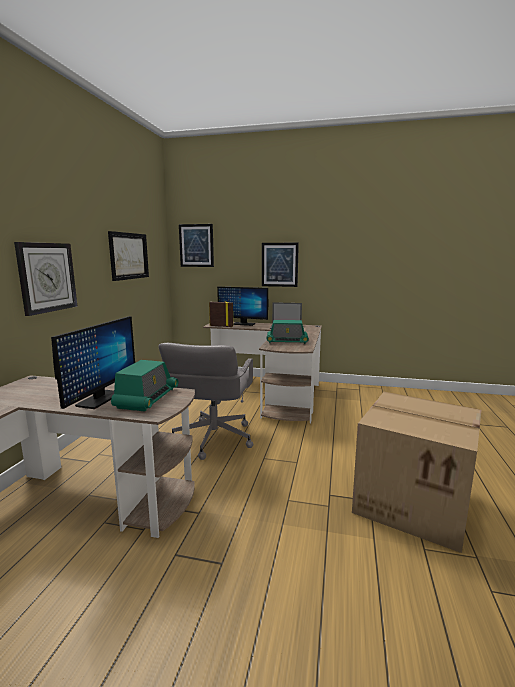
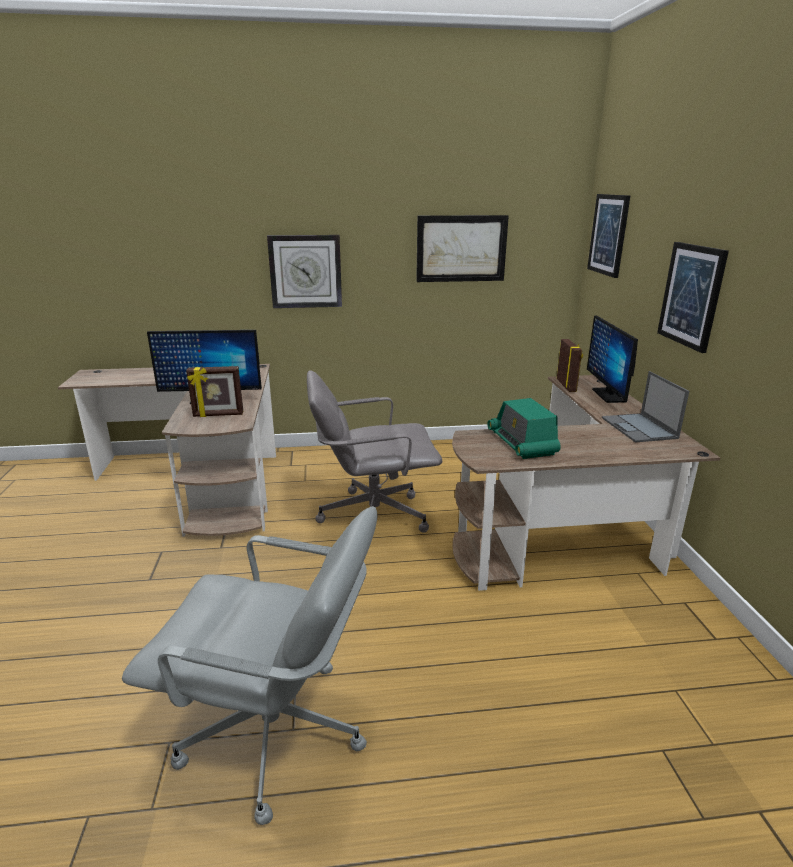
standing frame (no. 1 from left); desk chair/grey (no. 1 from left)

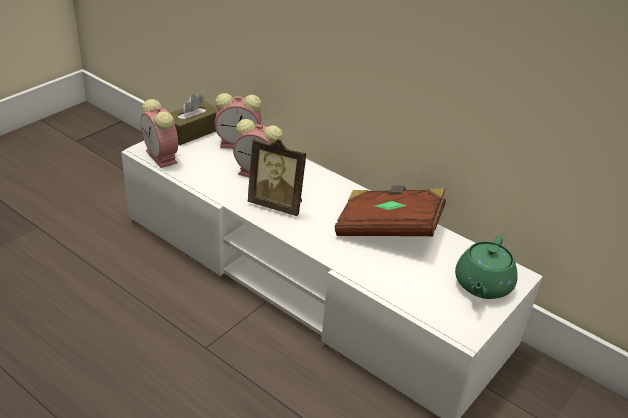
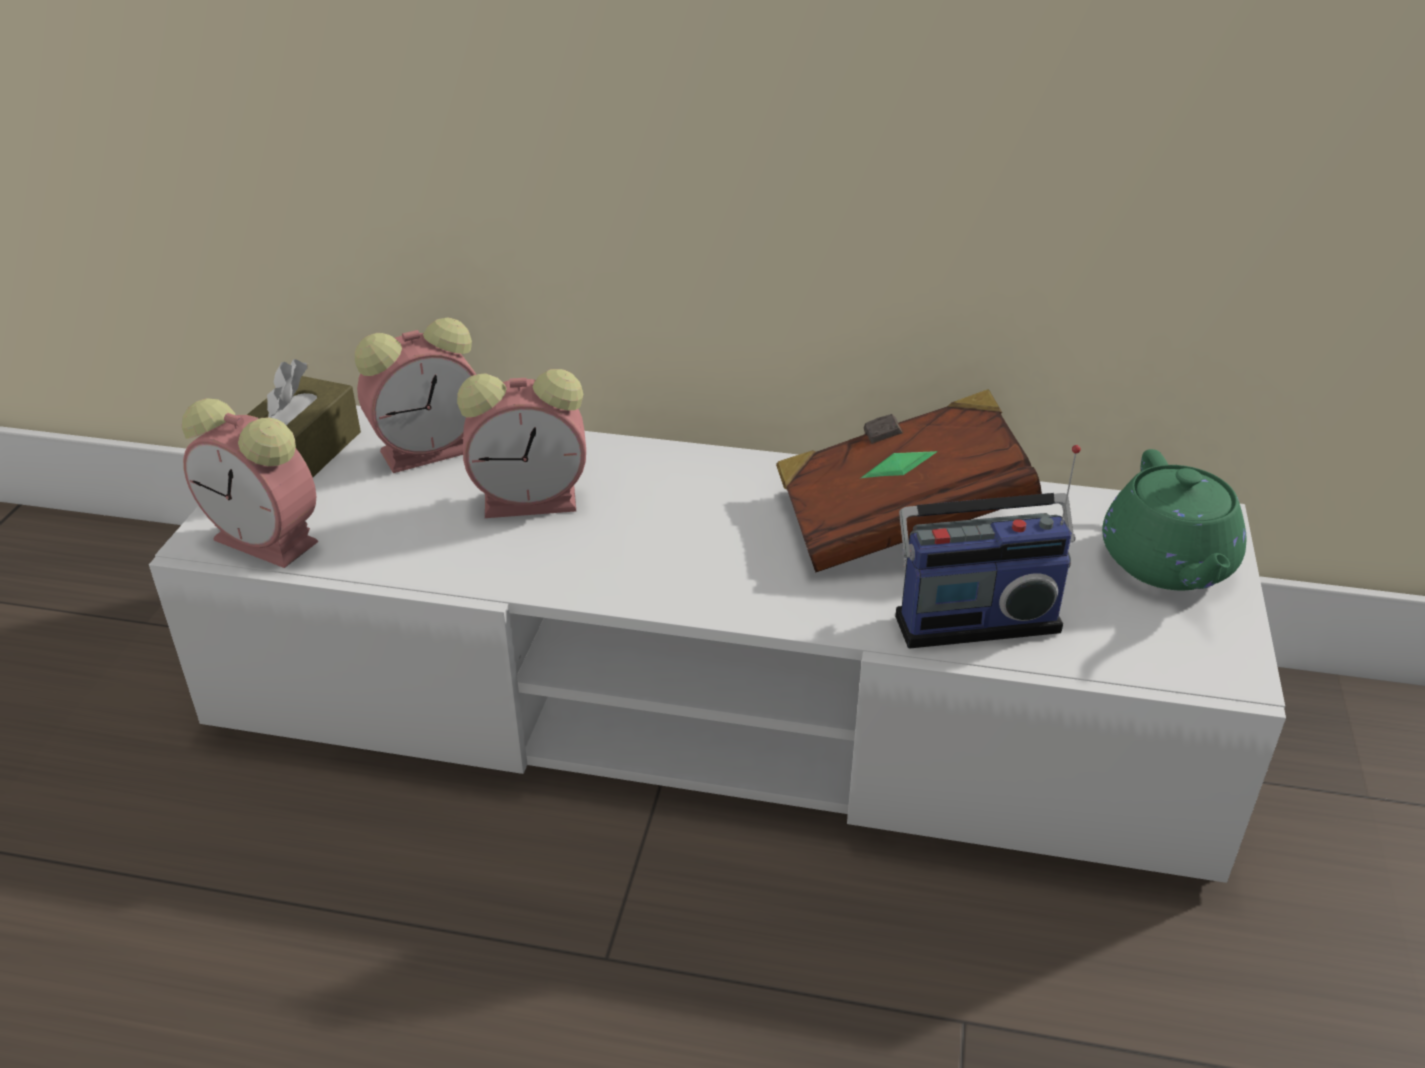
standing frame; radio

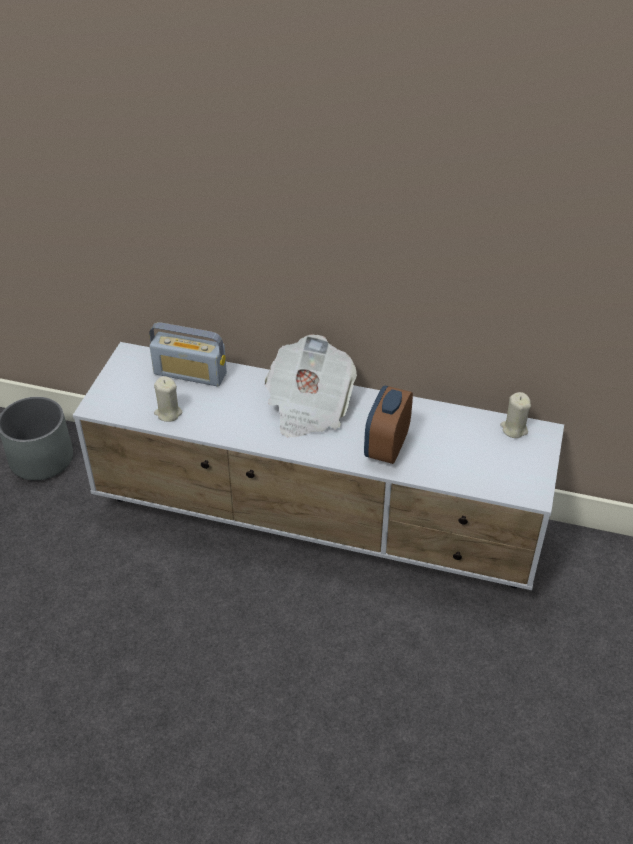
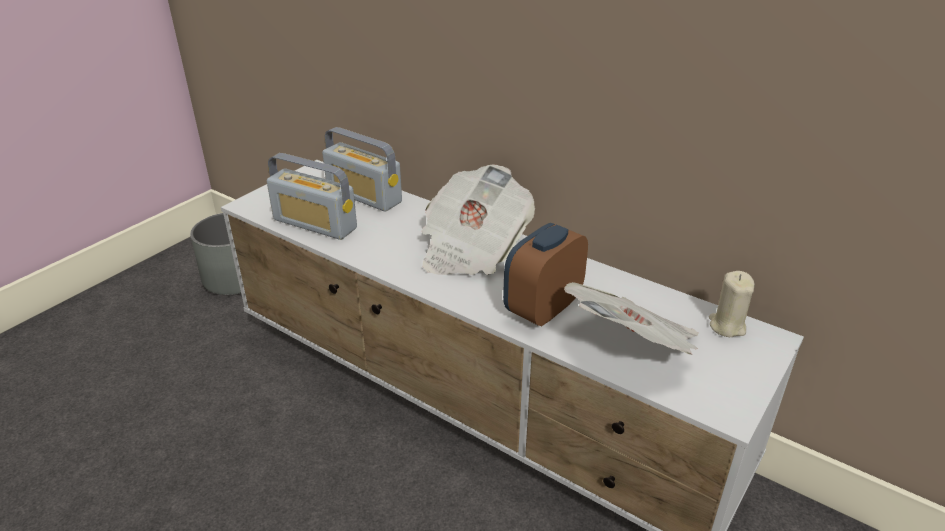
radio (no. 1 from left); printed paper (no. 2 from left)

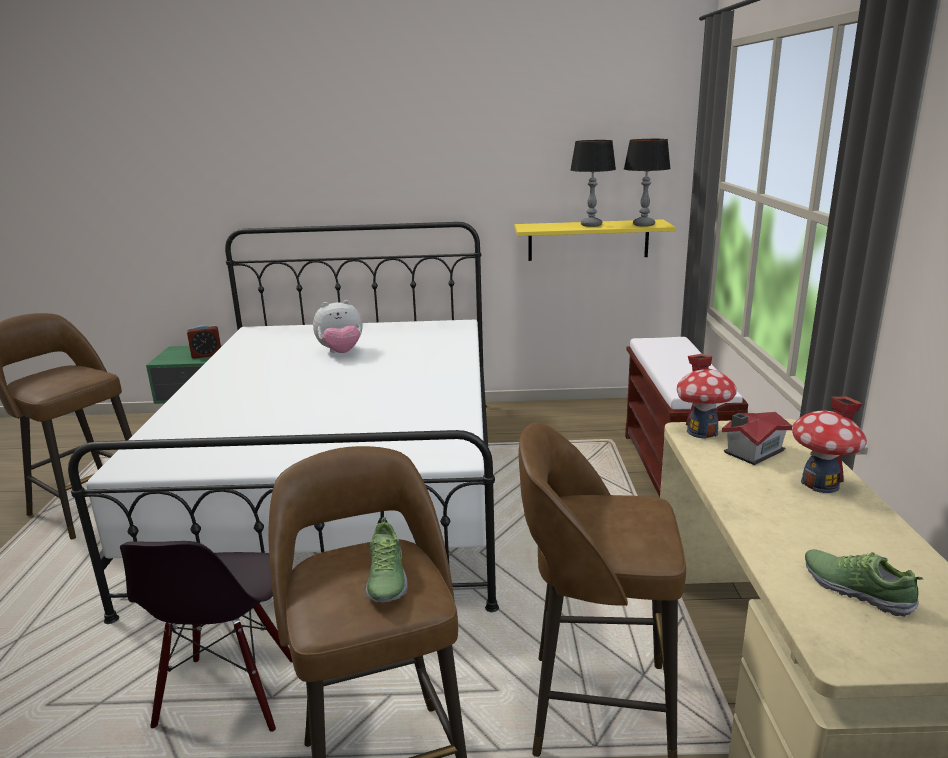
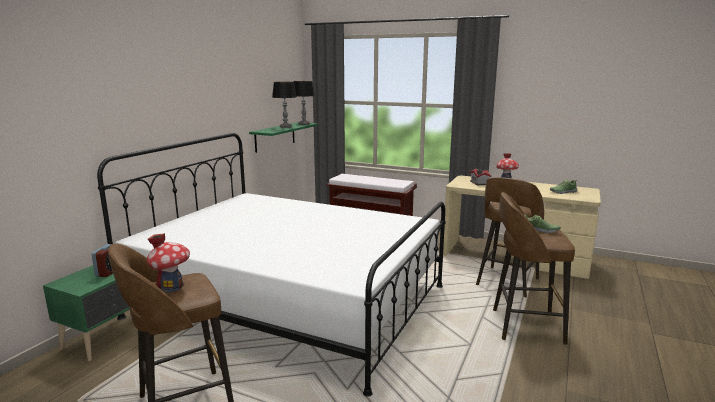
upright chair/black; plush toy; wall shelf/green-coloured; miniature house (no. 1 from left)

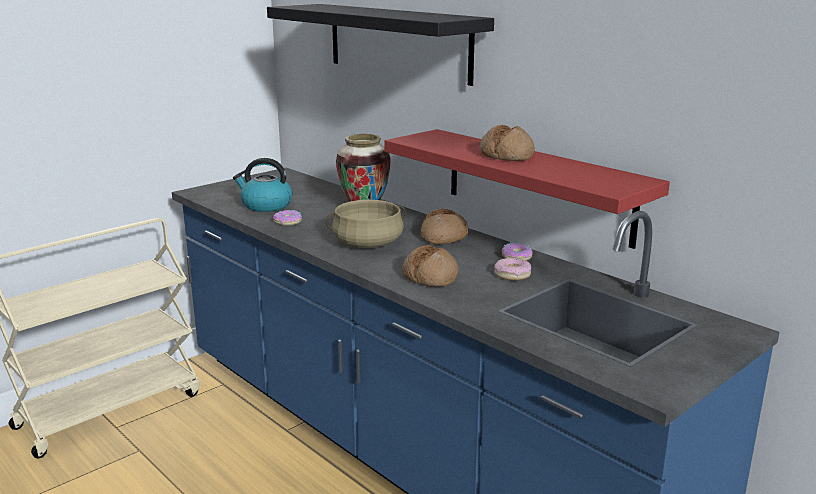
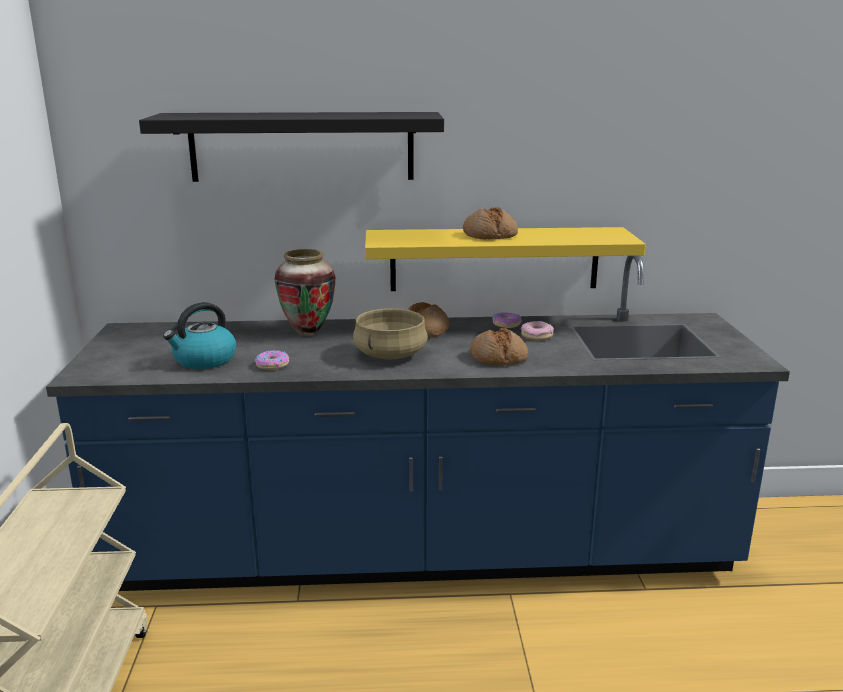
wall shelf/yellow

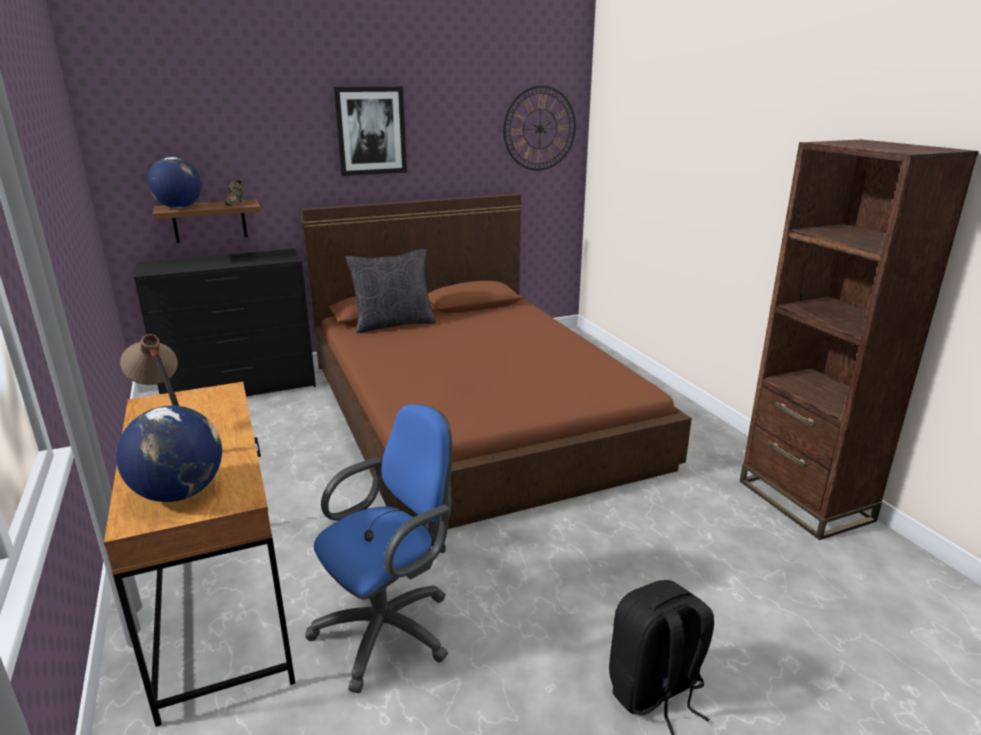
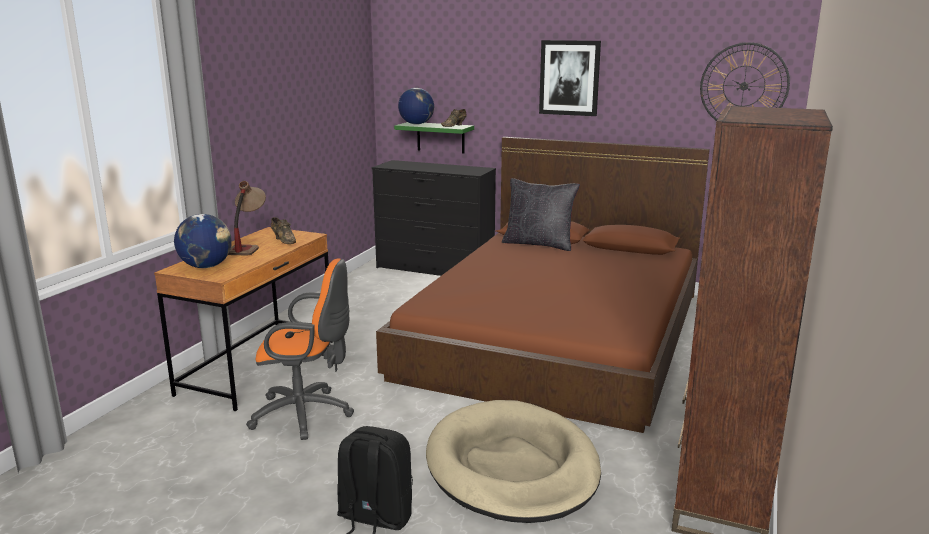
wall shelf/green-coloured; desk chair/orange-coloured; low shoe/brown (no. 1 from left); dog bed/beige

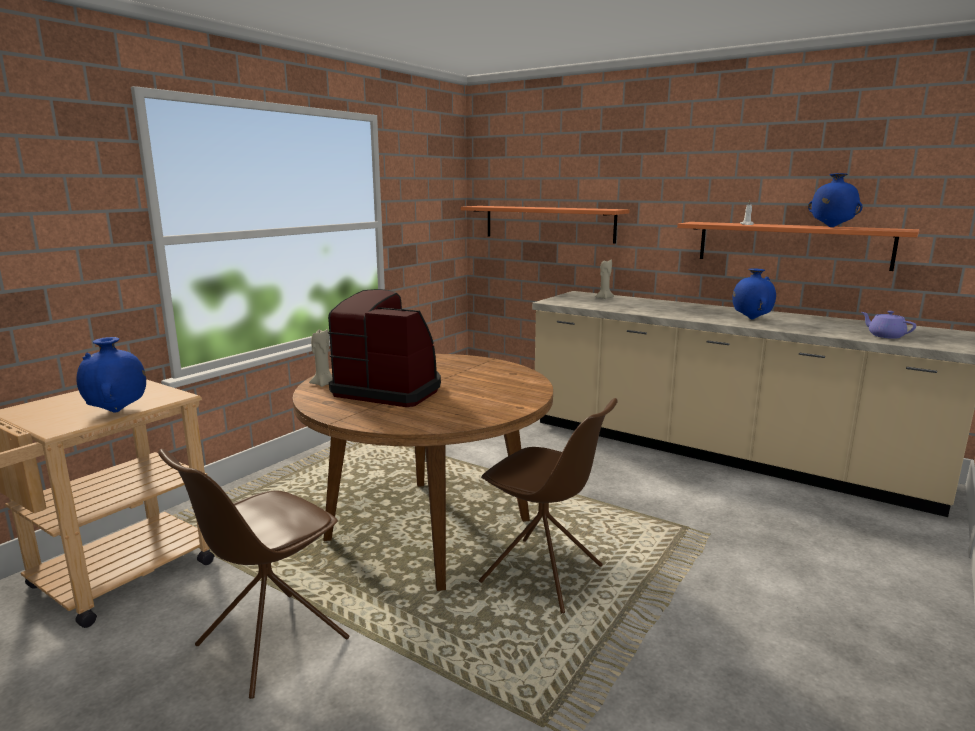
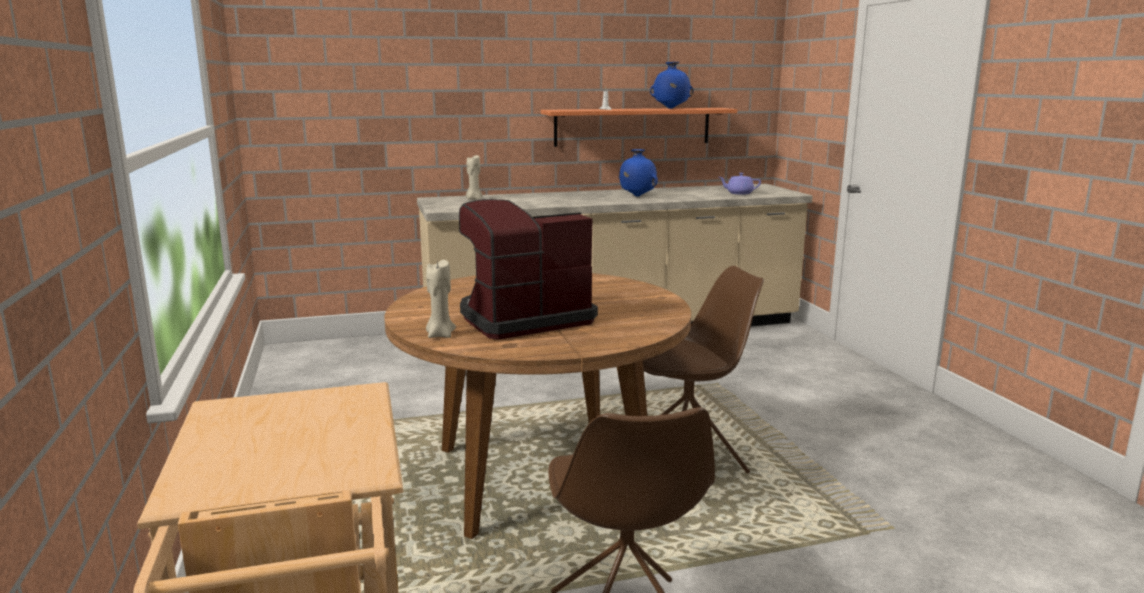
decorative vase/bluish (no. 1 from left in the first image); wall shelf (no. 1 from left in the first image)

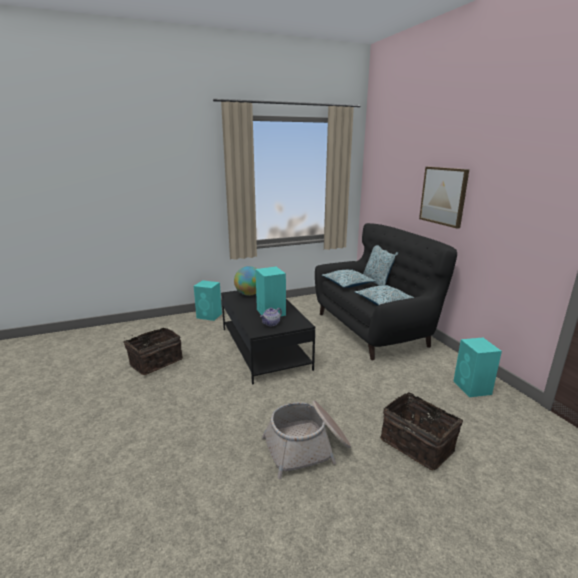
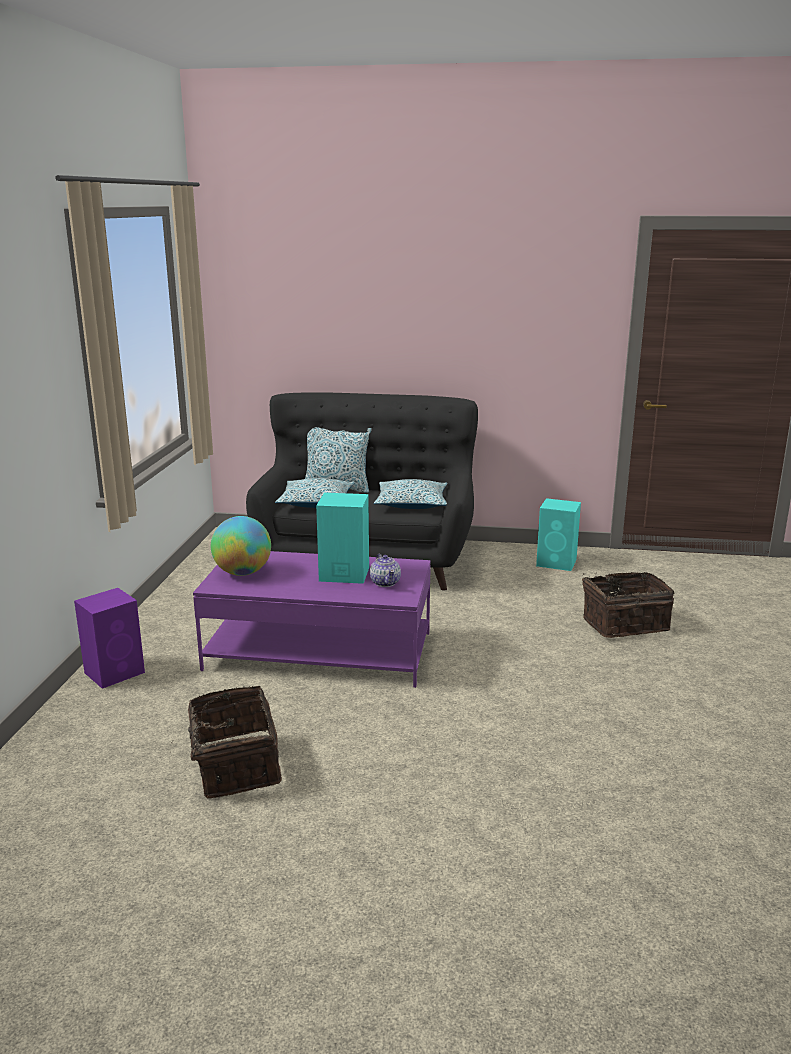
audio speaker/purple-coloured; lounge table/purple-coloured; storage basket (no. 2 from left in the first image); wall art

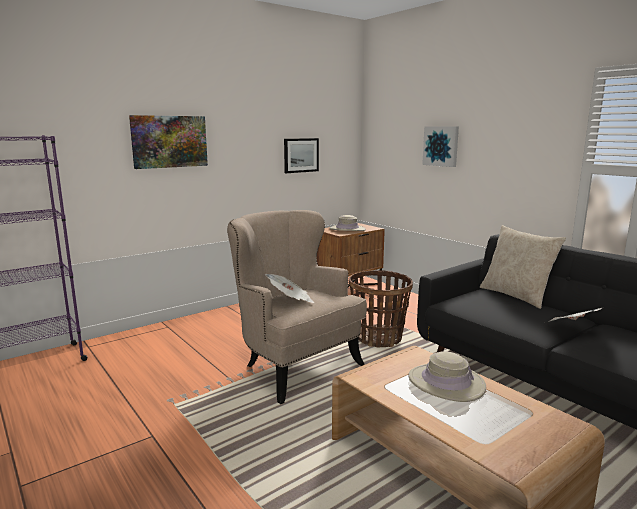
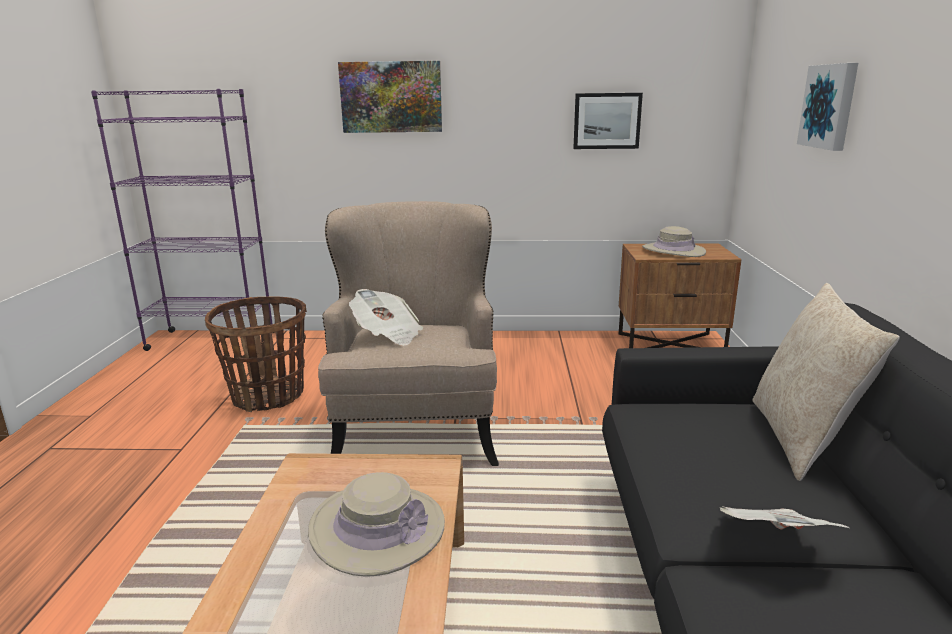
storage basket

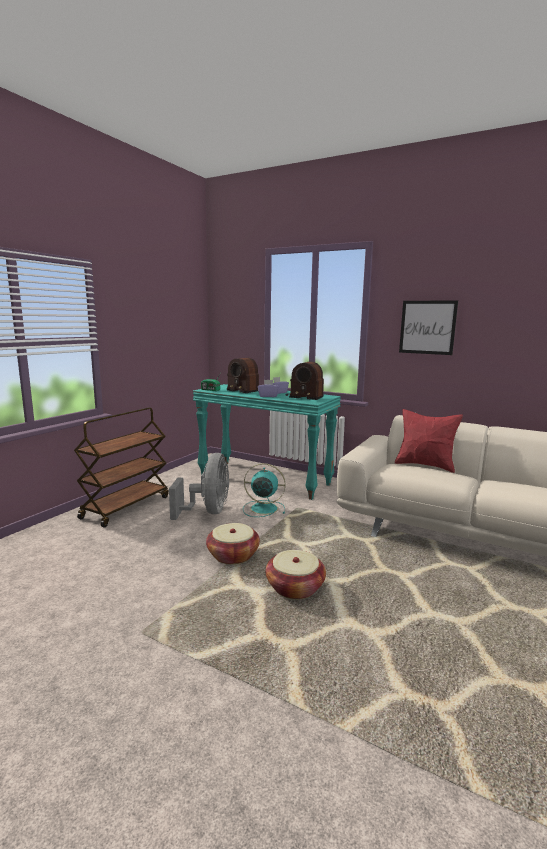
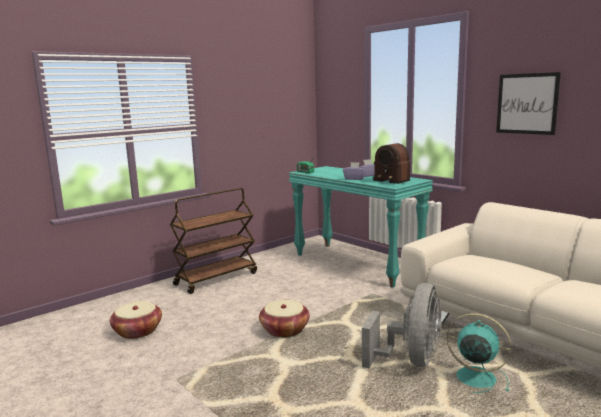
cooling fan/grey; radio (no. 2 from left in the first image); cooling fan/blue-green; storage basket (no. 1 from left); throw pillow/red-coloured

